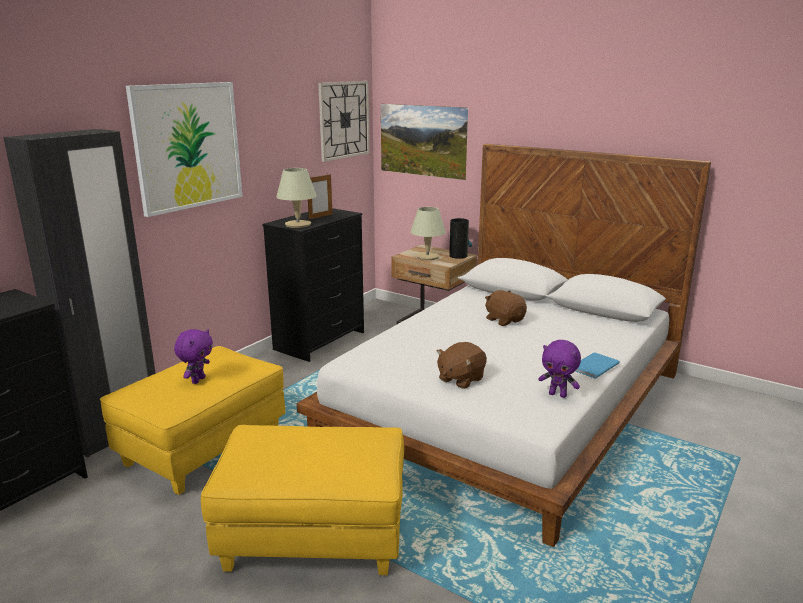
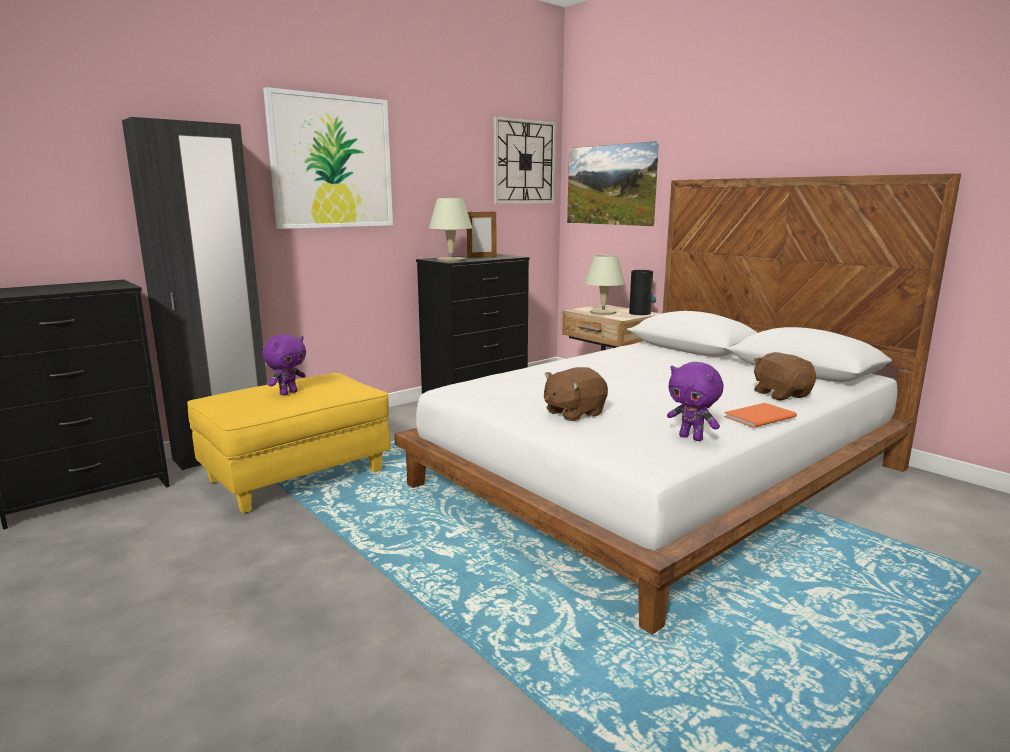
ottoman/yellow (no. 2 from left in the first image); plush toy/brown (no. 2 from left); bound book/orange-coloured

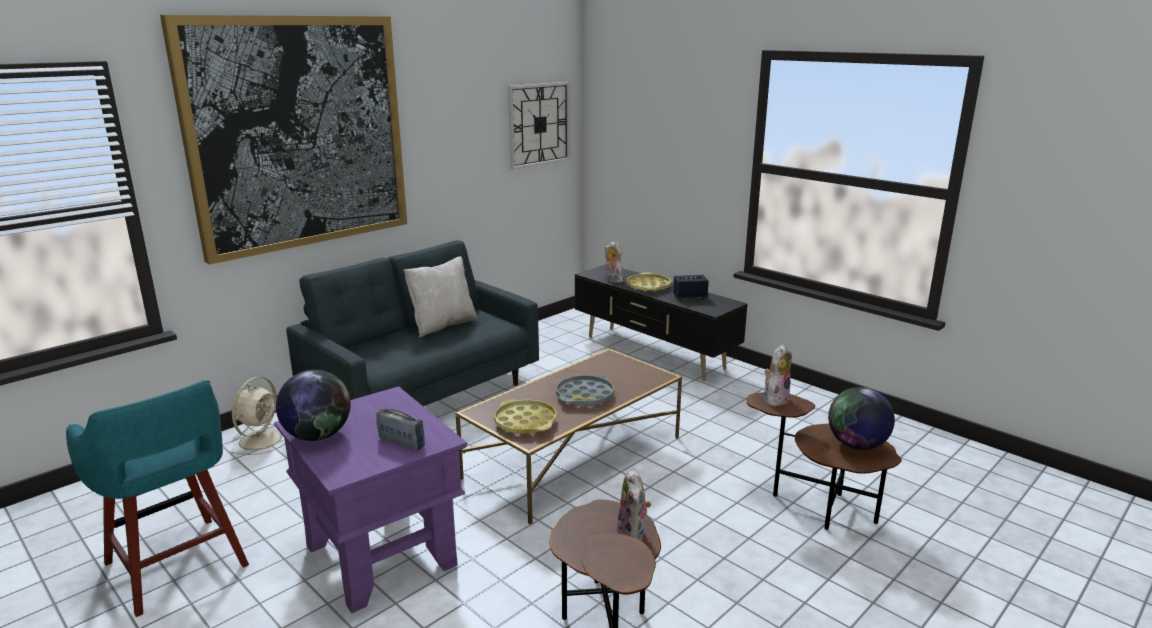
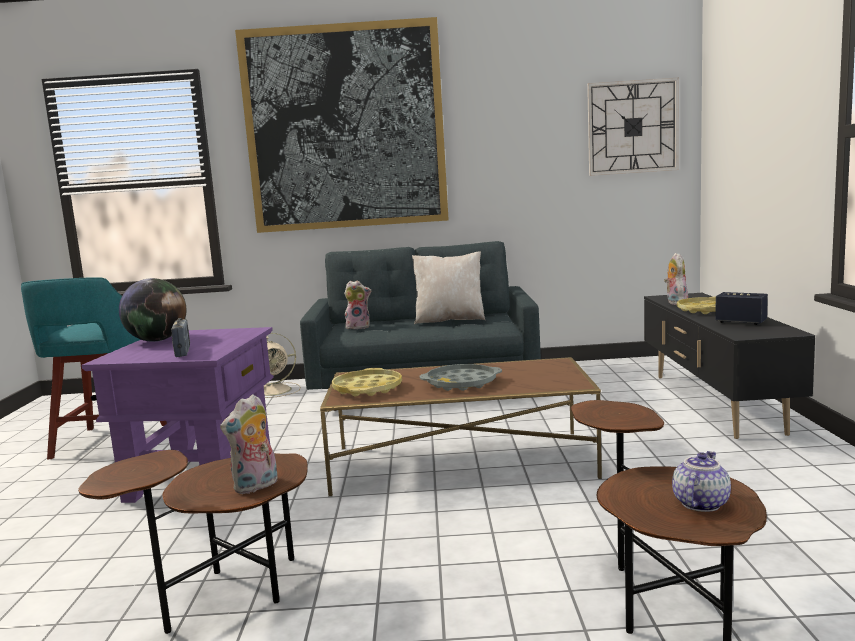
plush toy (no. 2 from left); pot for tea

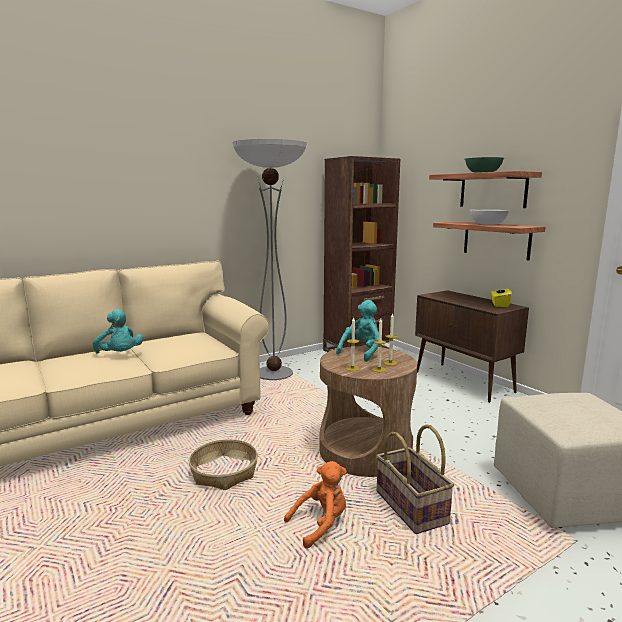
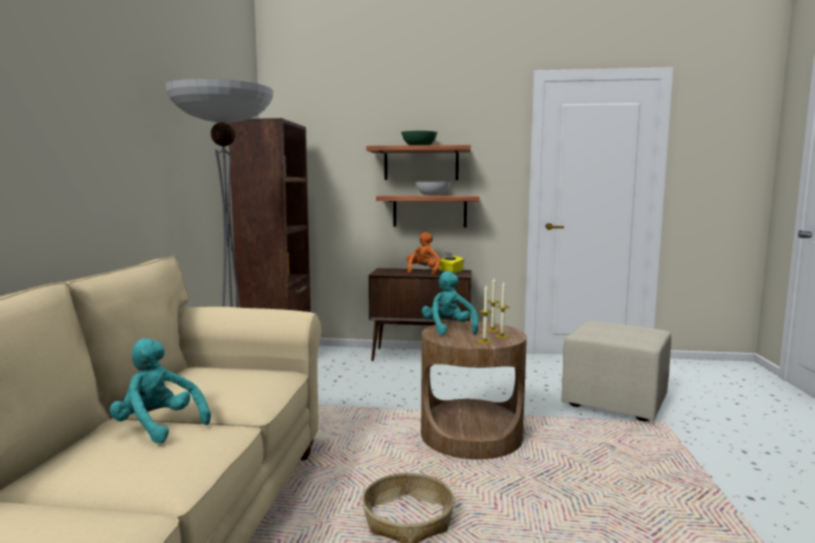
plush toy/blue-green (no. 1 from left); plush toy/orange-coloured; storage basket (no. 2 from left in the first image)

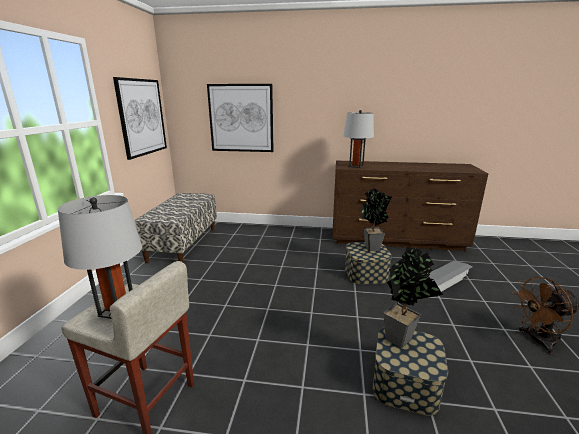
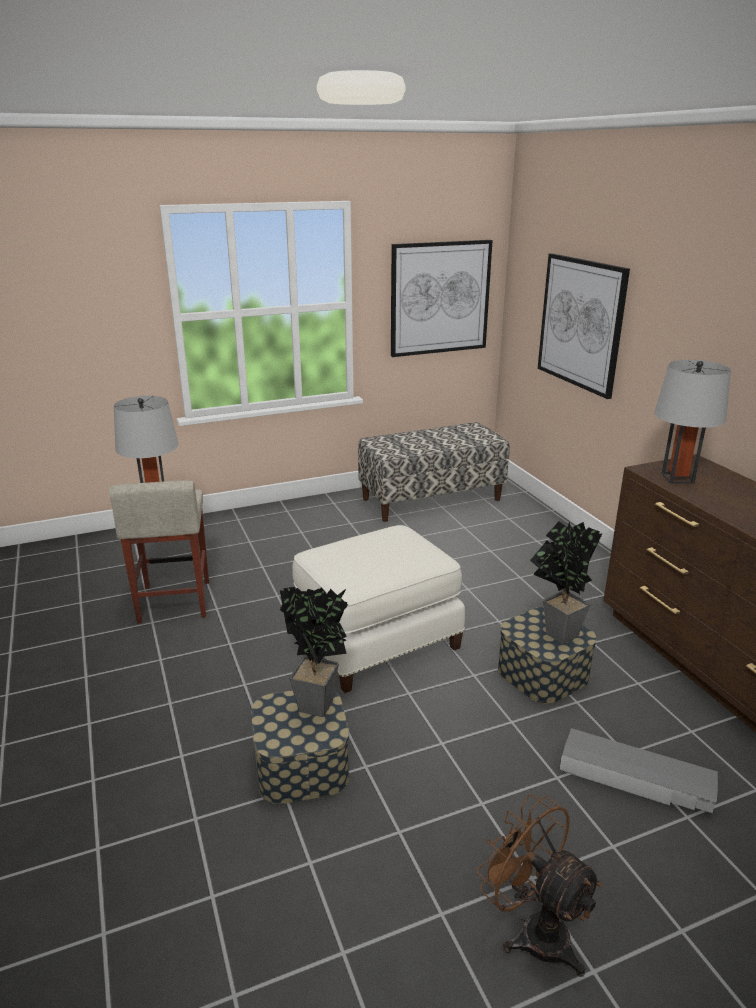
ottoman/white

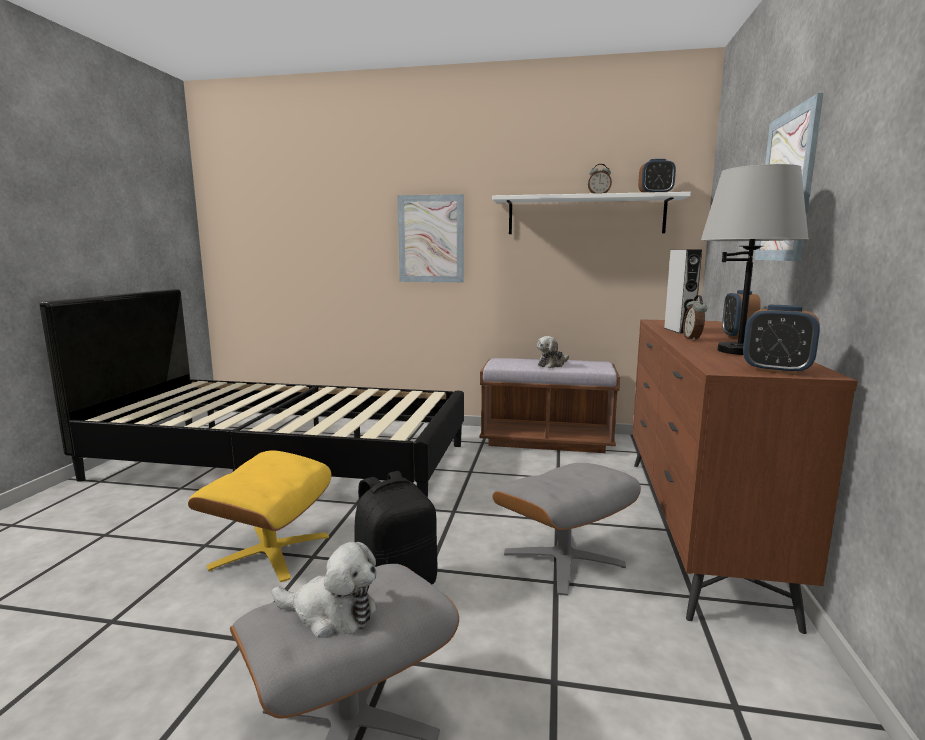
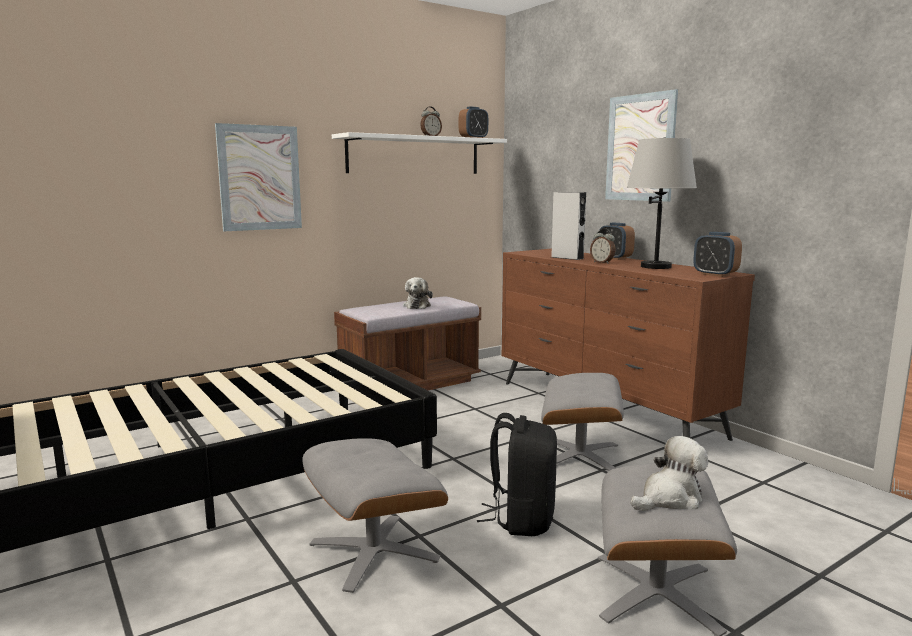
ottoman/grey (no. 1 from left); table clock (no. 5 from left)

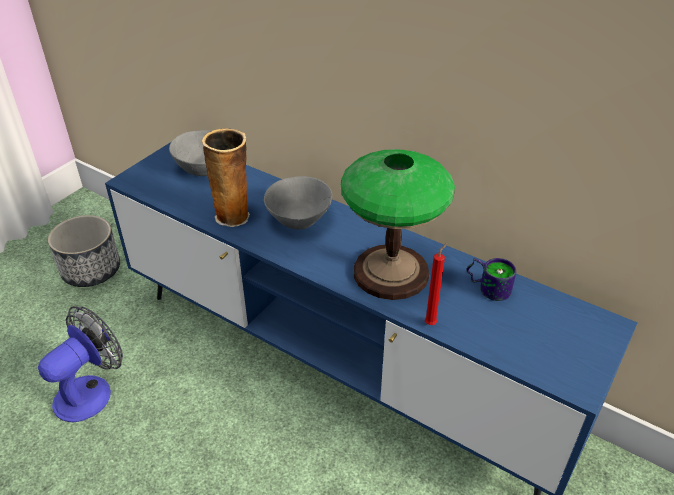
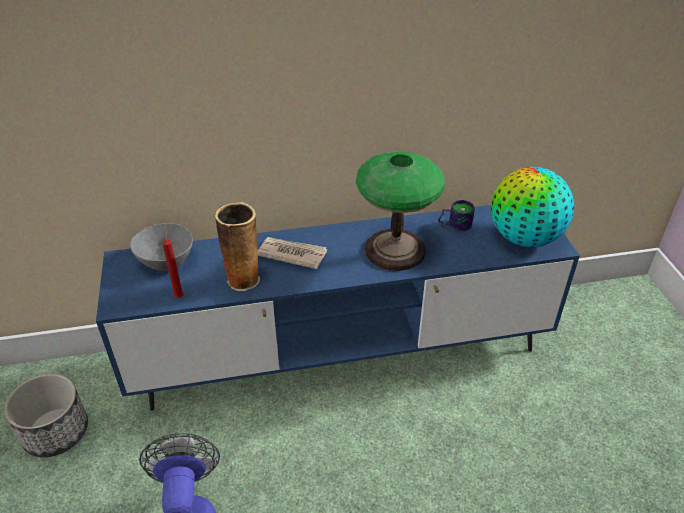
printed paper; wax light/red-coloured; globe

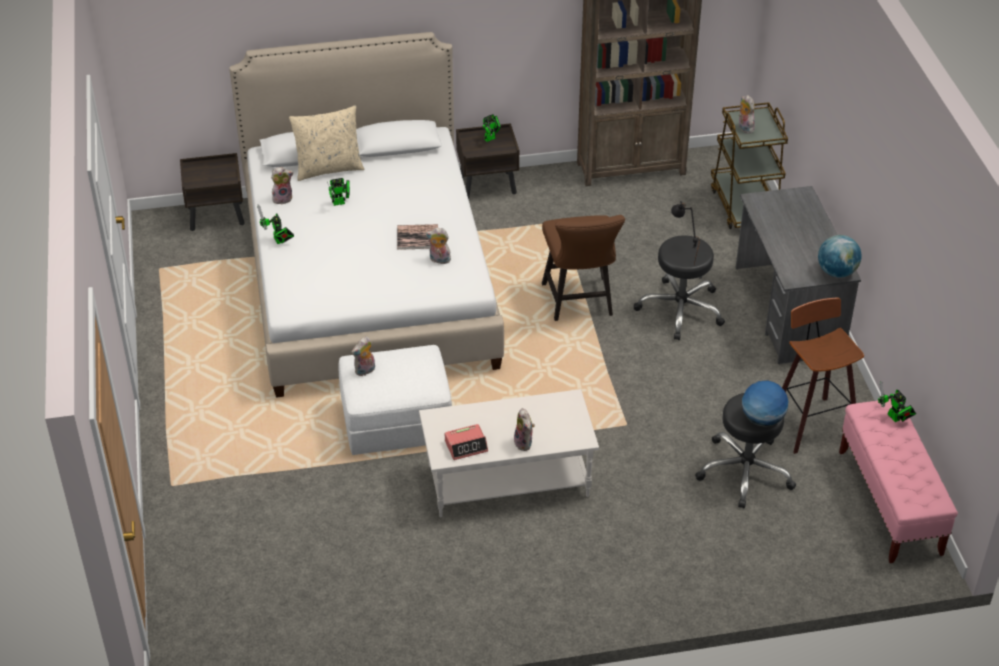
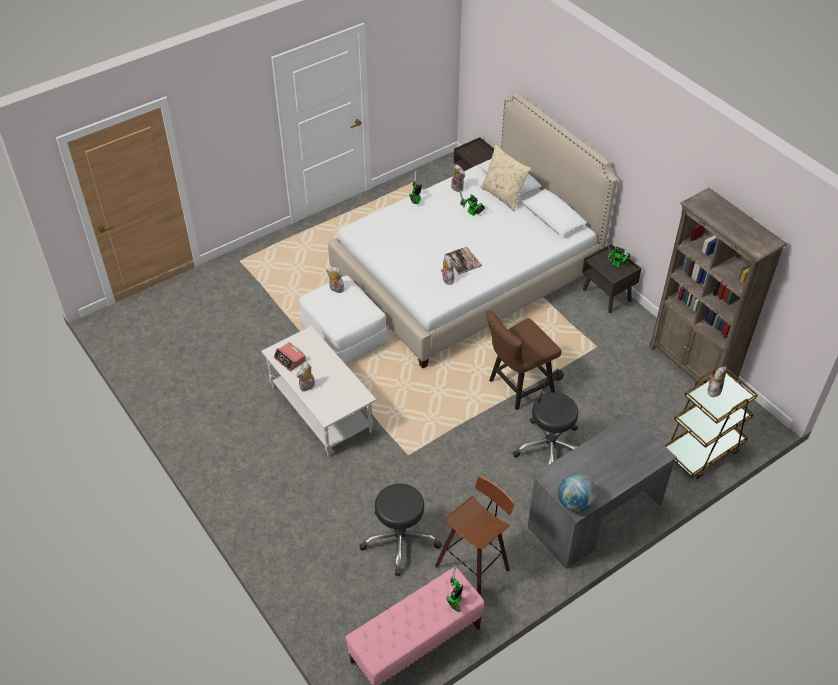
globe (no. 1 from left in the first image)

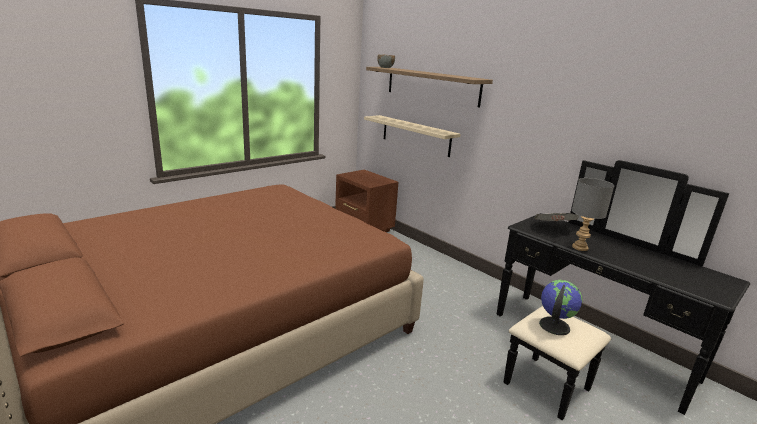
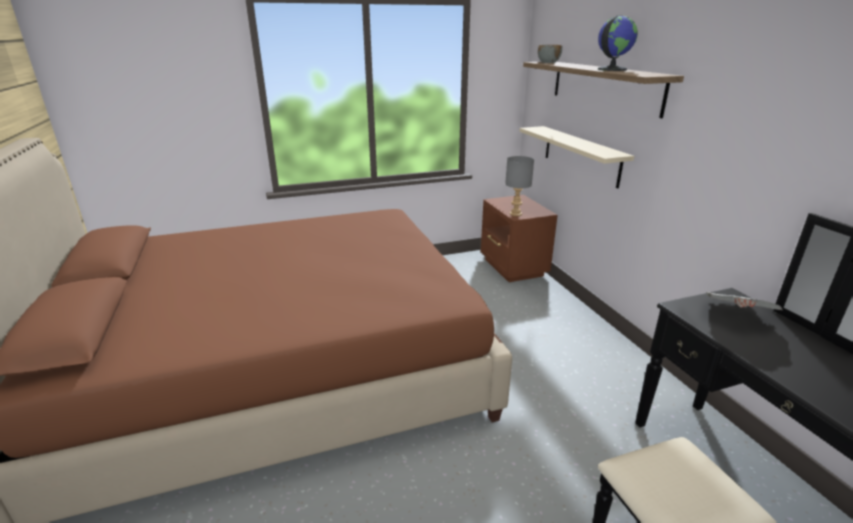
globe; lamp for a table/grey

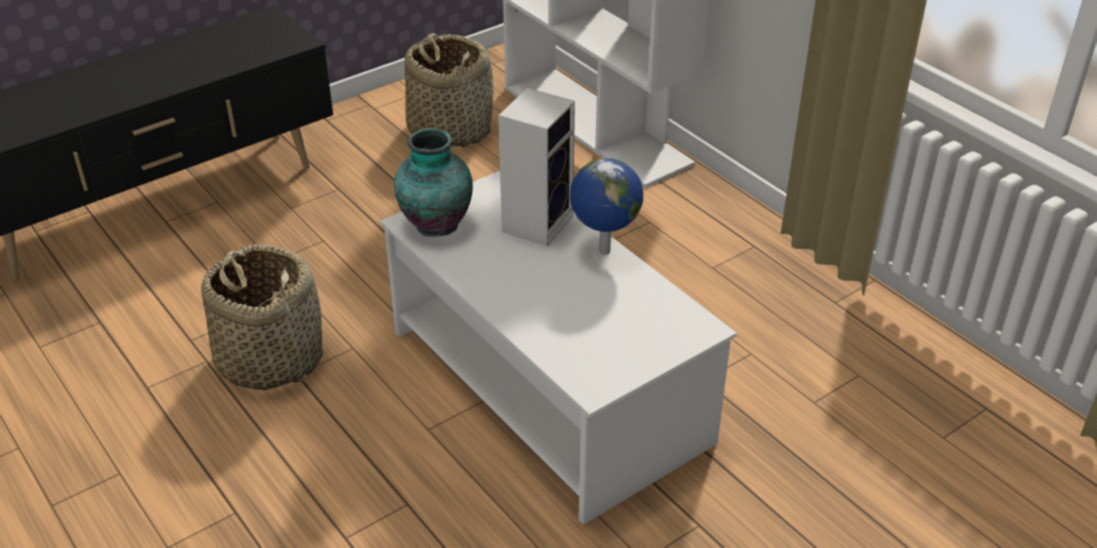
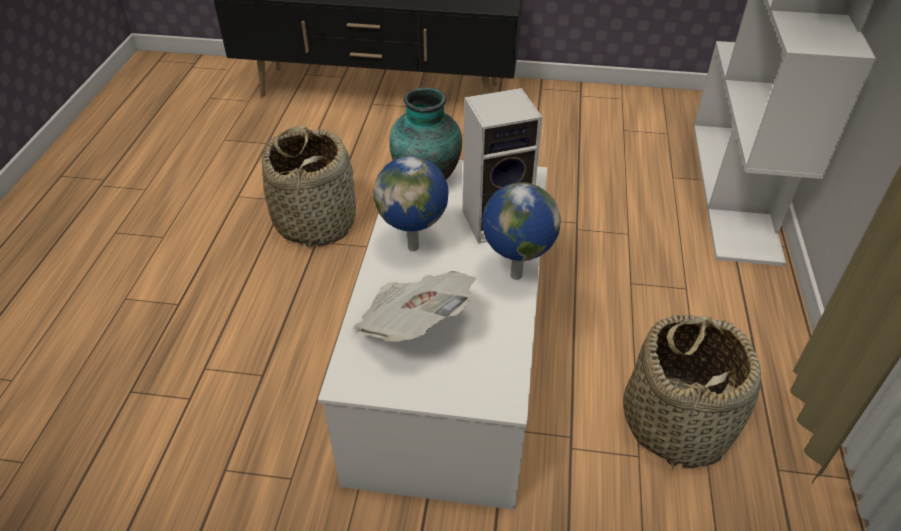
storage basket (no. 2 from left); printed paper; globe (no. 1 from left)

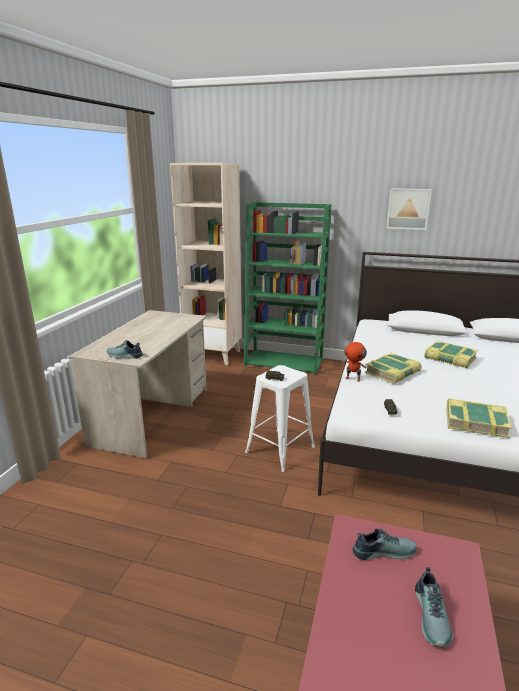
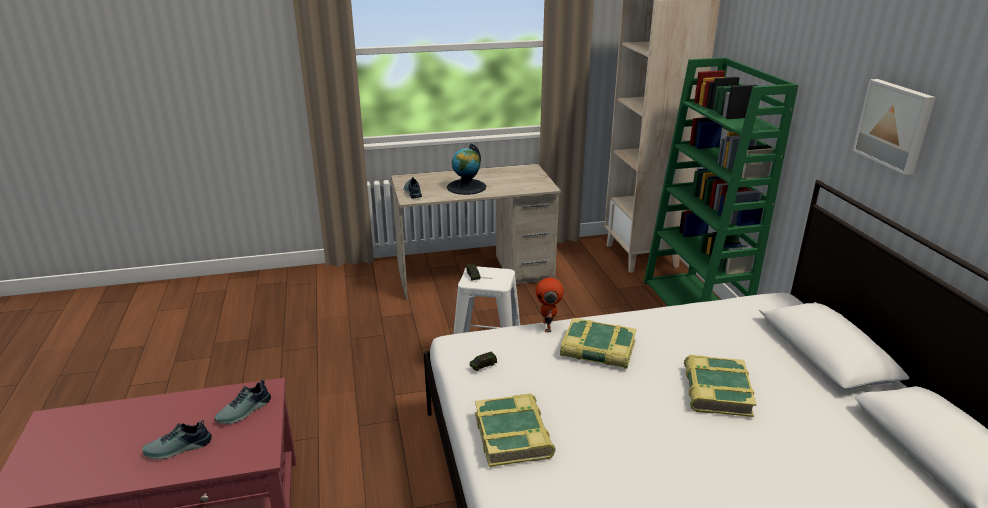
low shoe (no. 2 from left); globe

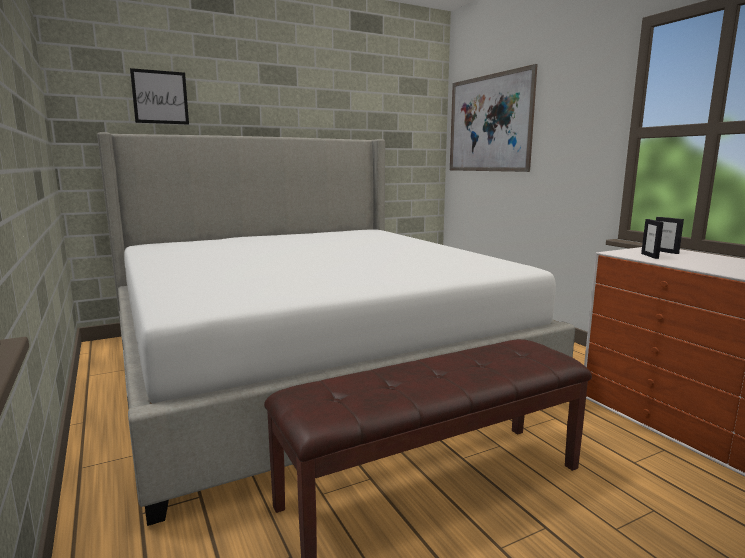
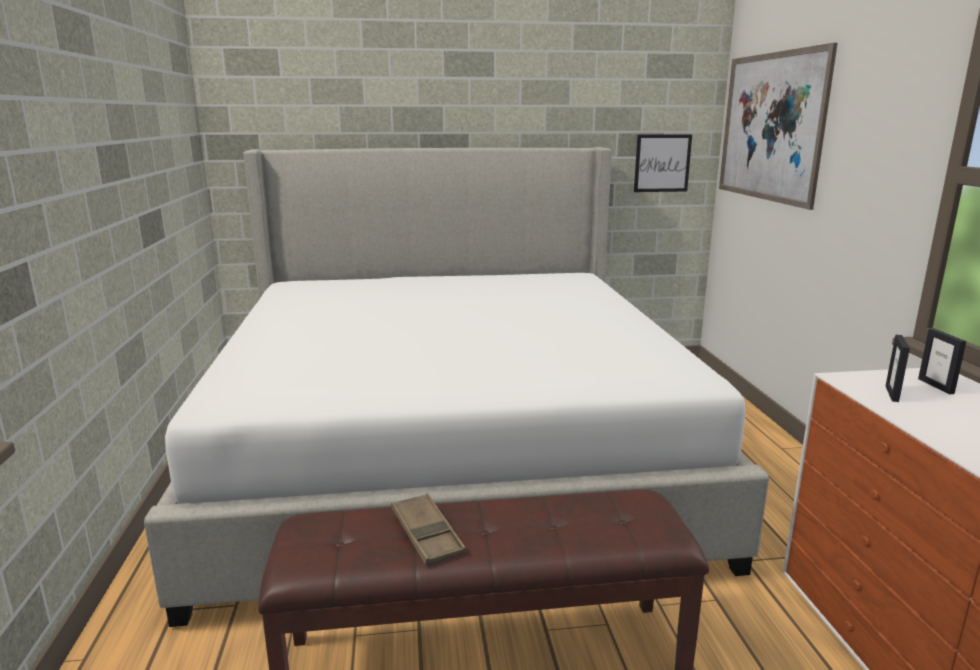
wall art (no. 1 from left); serving tray/brown

